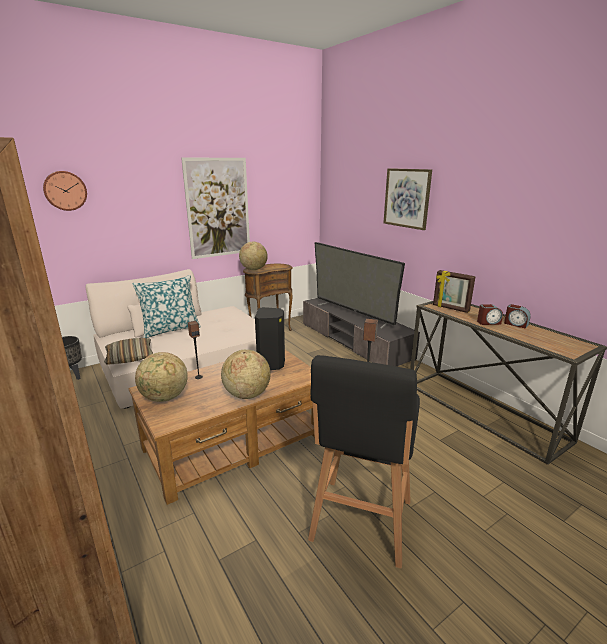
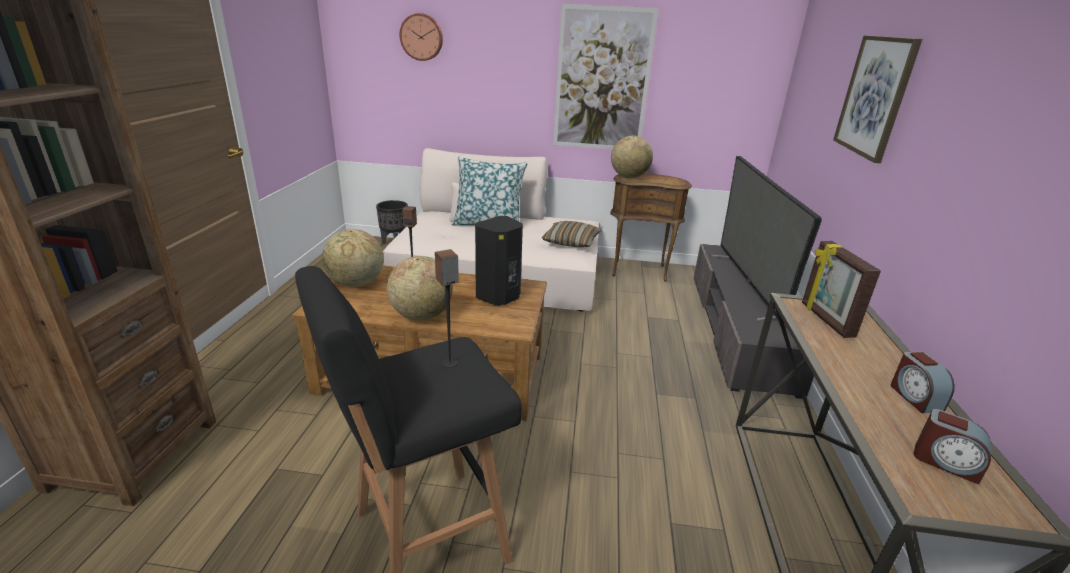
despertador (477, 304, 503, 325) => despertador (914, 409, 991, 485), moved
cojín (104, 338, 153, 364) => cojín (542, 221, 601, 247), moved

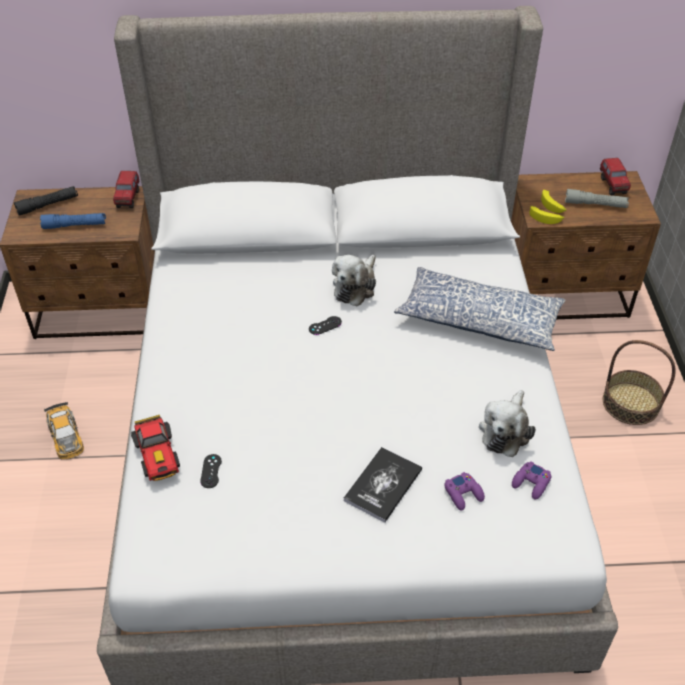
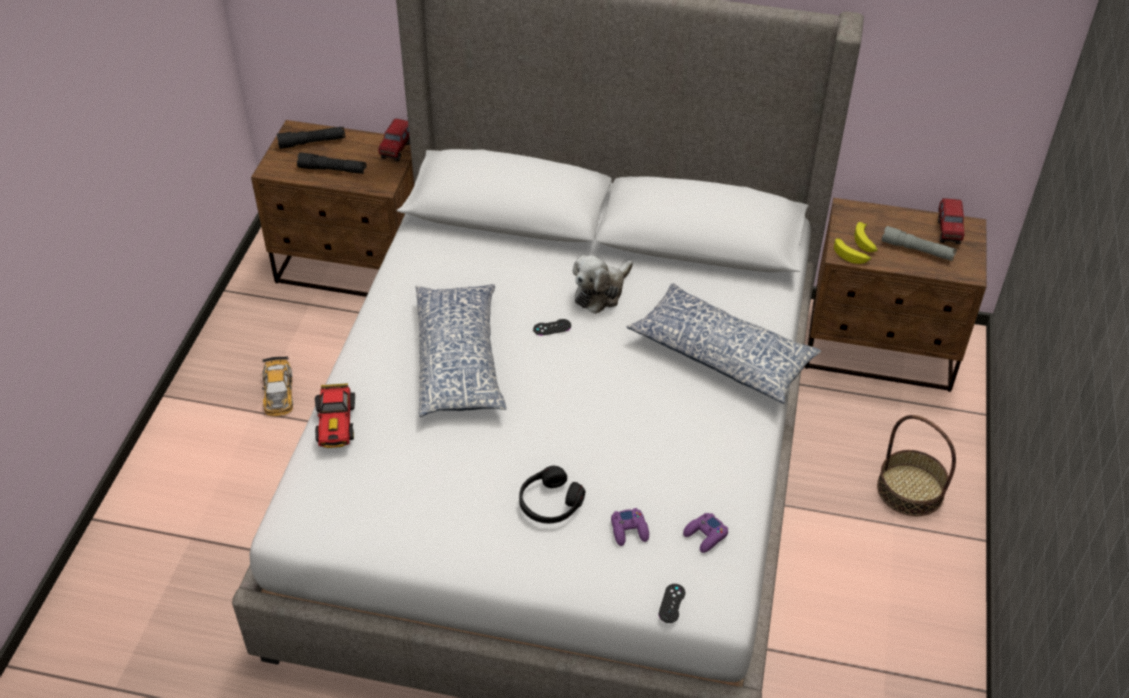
linterna [azul] (40, 213, 106, 229) => linterna [negro] (297, 152, 366, 174)
peluche (479, 390, 536, 457) => nothing
libro (344, 447, 422, 523) => auriculares [negro] (519, 466, 585, 523)
mando de consola [negro] (200, 454, 222, 488) => mando de consola [negro] (659, 584, 685, 623), moved
nothing => cojín (416, 284, 507, 417)

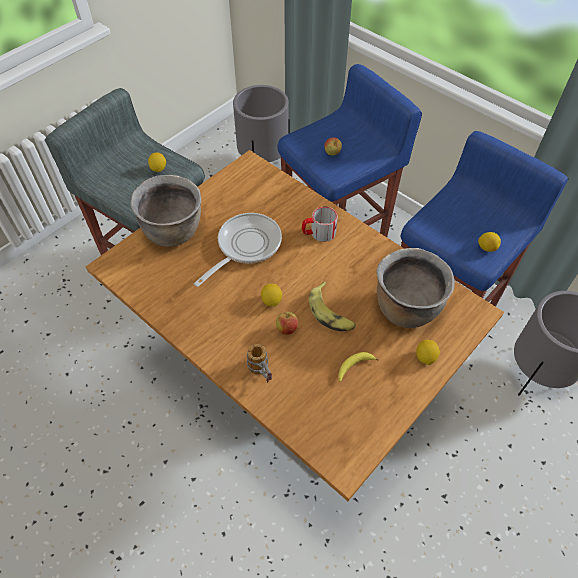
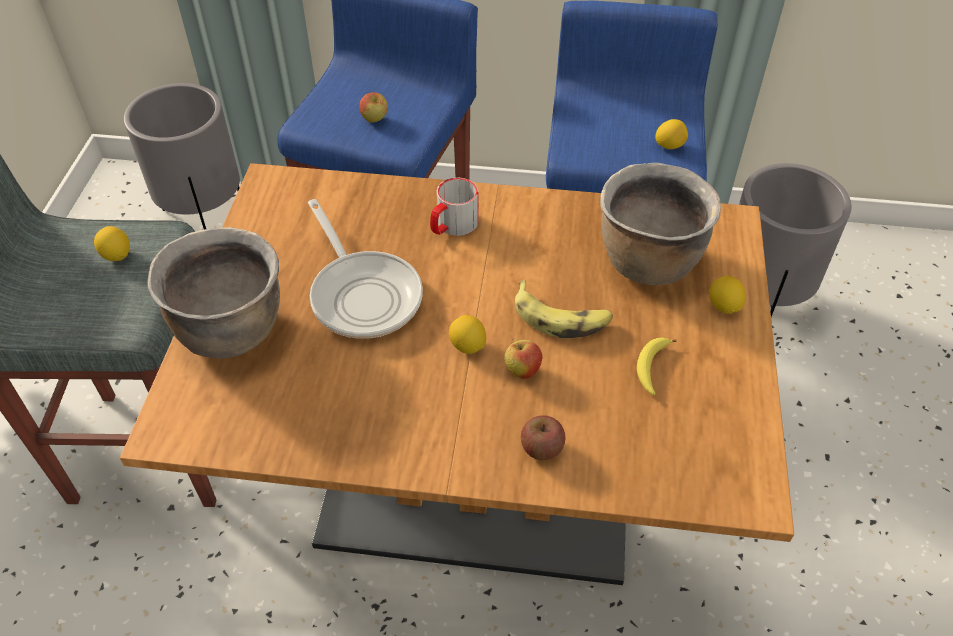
sartén (194, 213, 282, 287) => sartén (308, 199, 423, 339), 150 degrees clockwise
taza grande (247, 344, 272, 383) => manzana (521, 415, 566, 460)

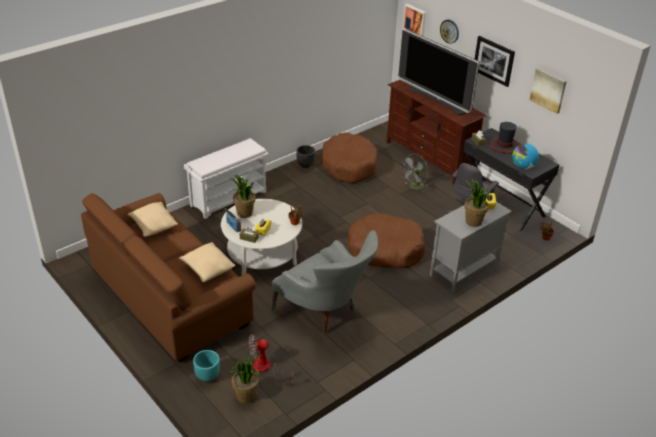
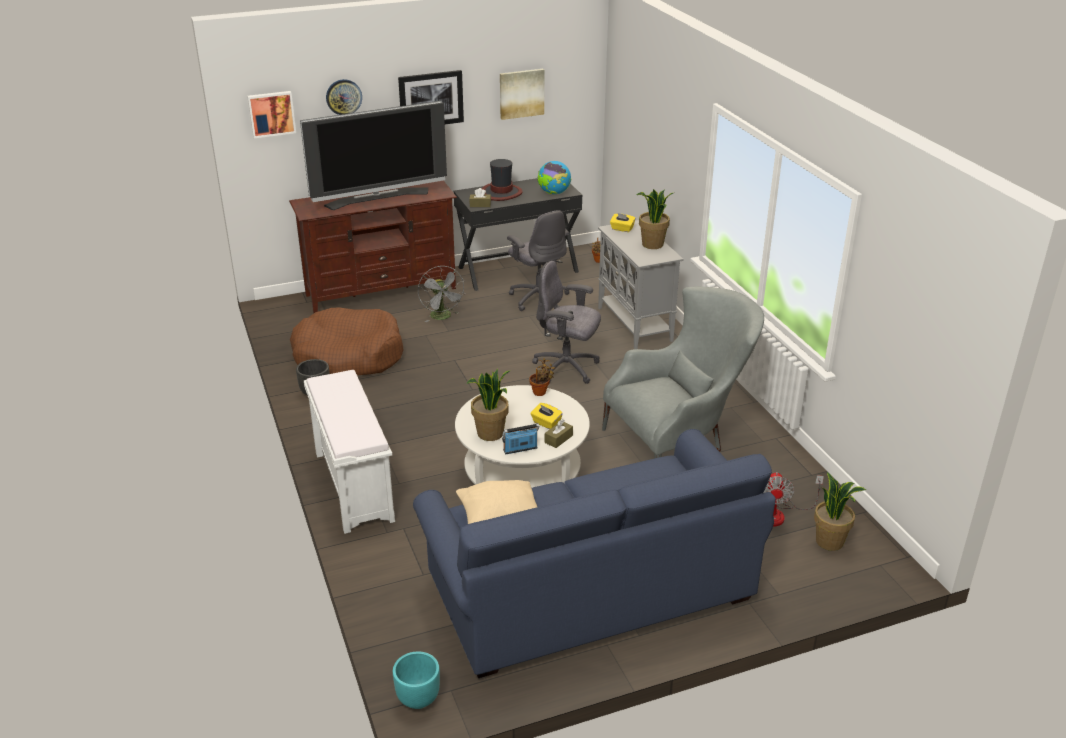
sofá [marrón] (81, 193, 256, 363) => sofá [azul] (413, 429, 776, 678)
cama para perro [marrón] (347, 213, 425, 268) => silla de oficina [gris] (532, 261, 601, 384)
cojín [beis] (179, 242, 235, 282) => nothing
maceta [turquesa] (193, 350, 220, 382) => maceta [turquesa] (393, 651, 440, 709), moved

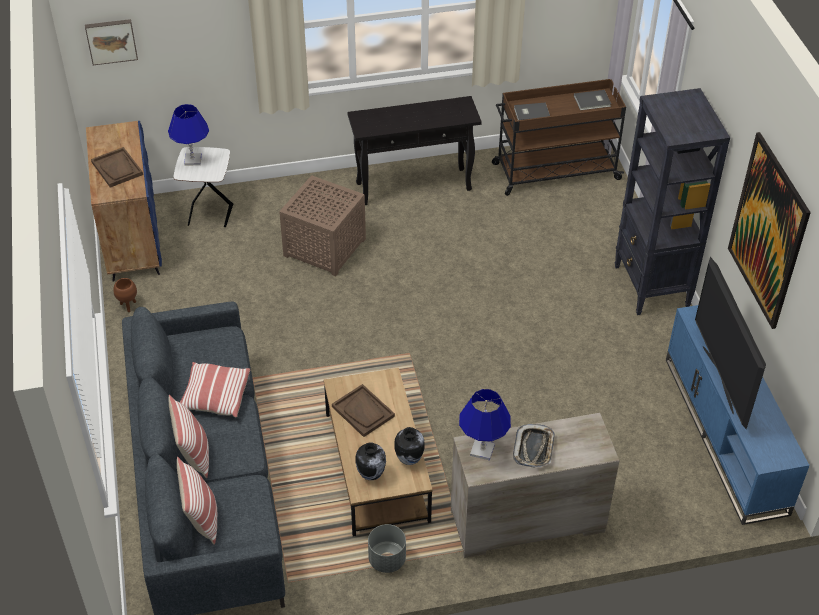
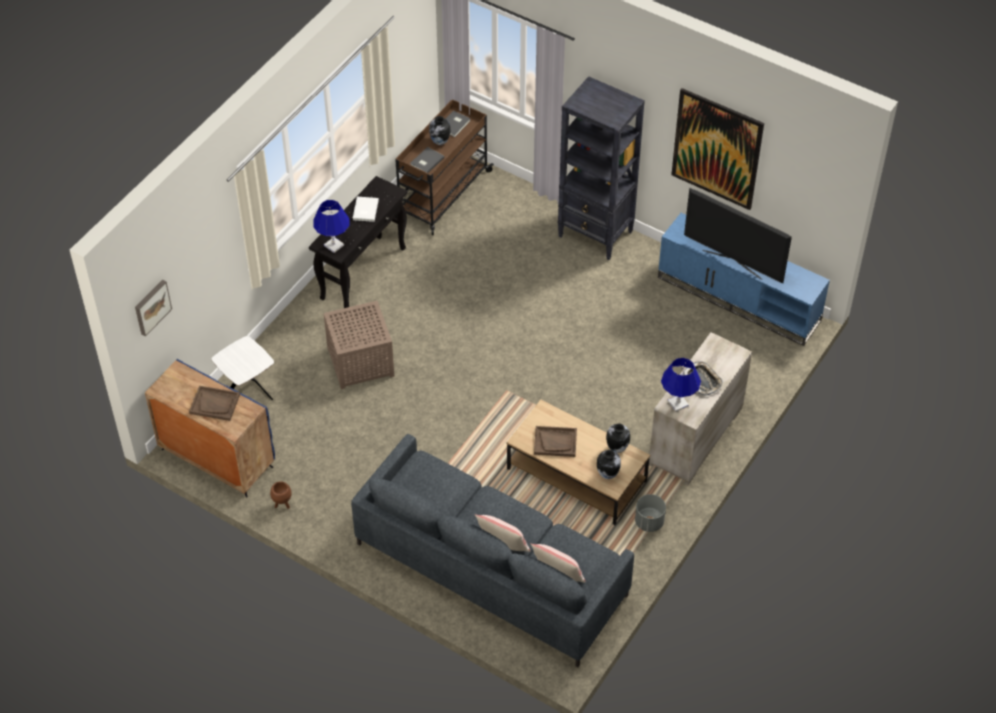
lámpara de mesa [azul] (168, 104, 209, 166) => lámpara de mesa [azul] (313, 200, 350, 253), moved
cojín (180, 362, 250, 417) => nothing
nothing => florero (429, 116, 451, 145)
nothing => libro [blanco] (353, 197, 379, 222)

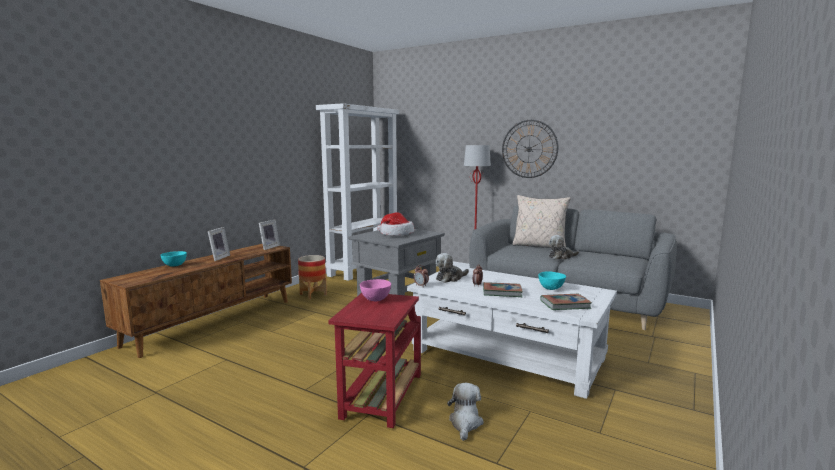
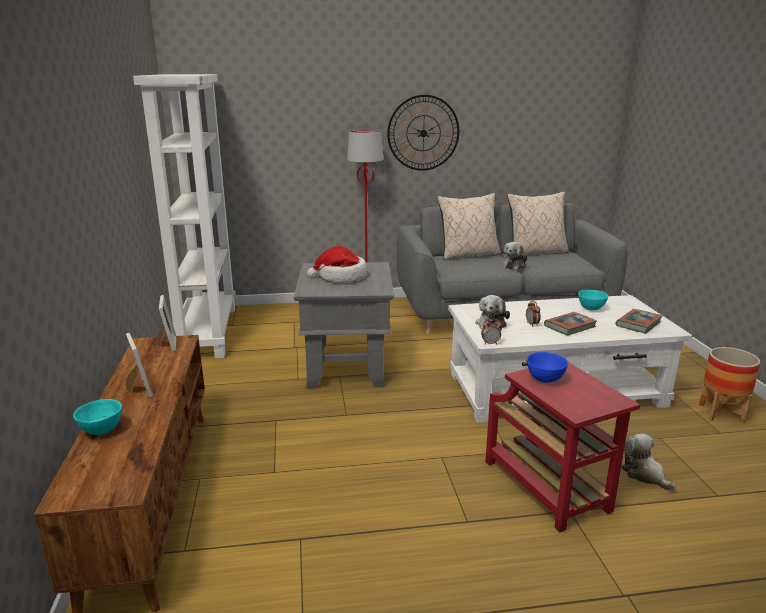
maceta (298, 255, 327, 299) => maceta (699, 347, 760, 423), moved
cuenco [rosa] (360, 279, 391, 301) => cuenco [azul] (527, 352, 568, 383)
nothing => cojín [beis] (508, 192, 569, 255)

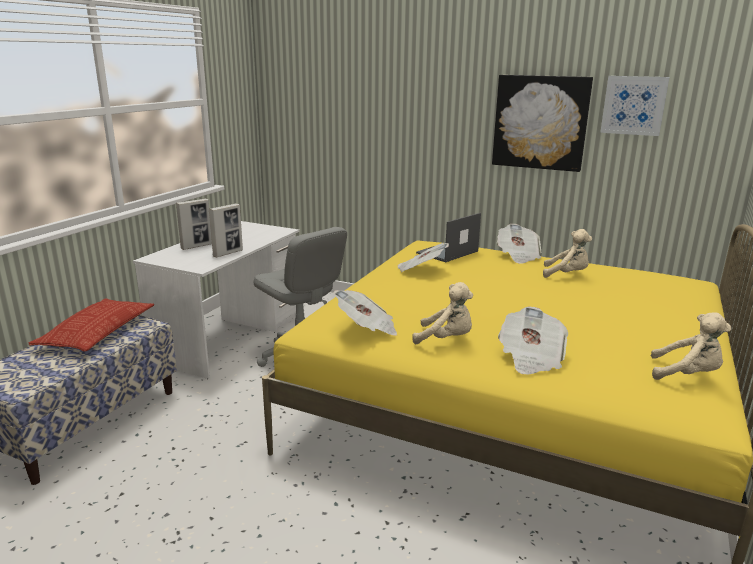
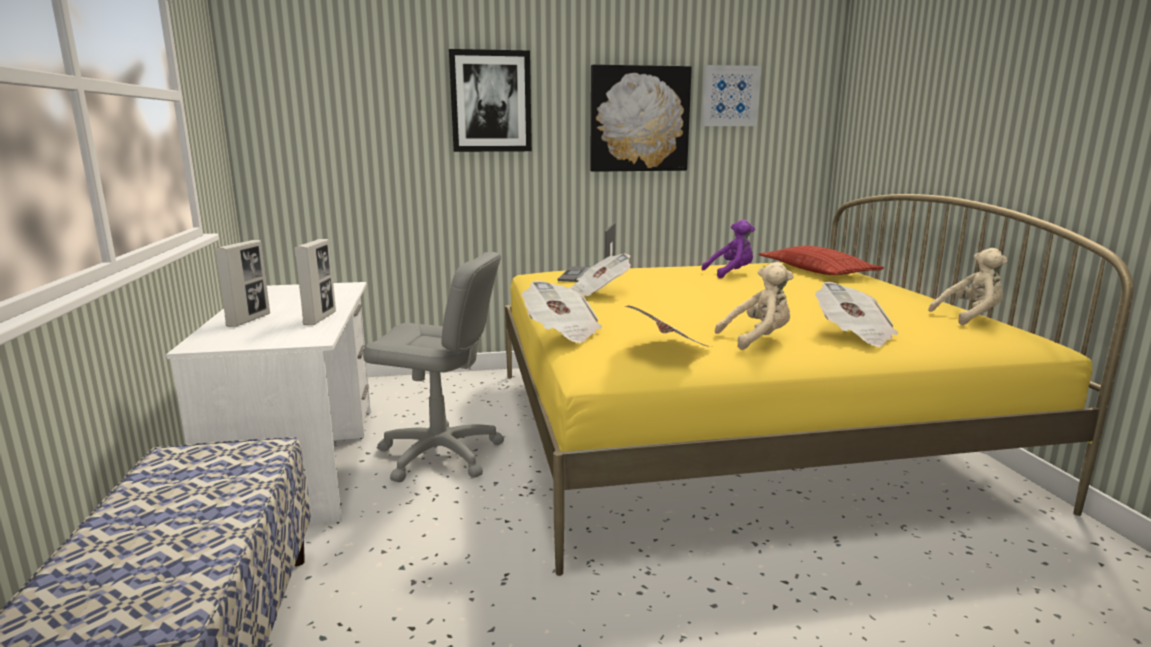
periódico (497, 224, 541, 264) => periódico (522, 281, 602, 343), moved
peluche [beis] (543, 229, 592, 278) => peluche [morado] (702, 220, 755, 279)
cojín (29, 299, 154, 351) => cojín (758, 246, 884, 275), moved
nothing => cuadro (449, 49, 532, 152)

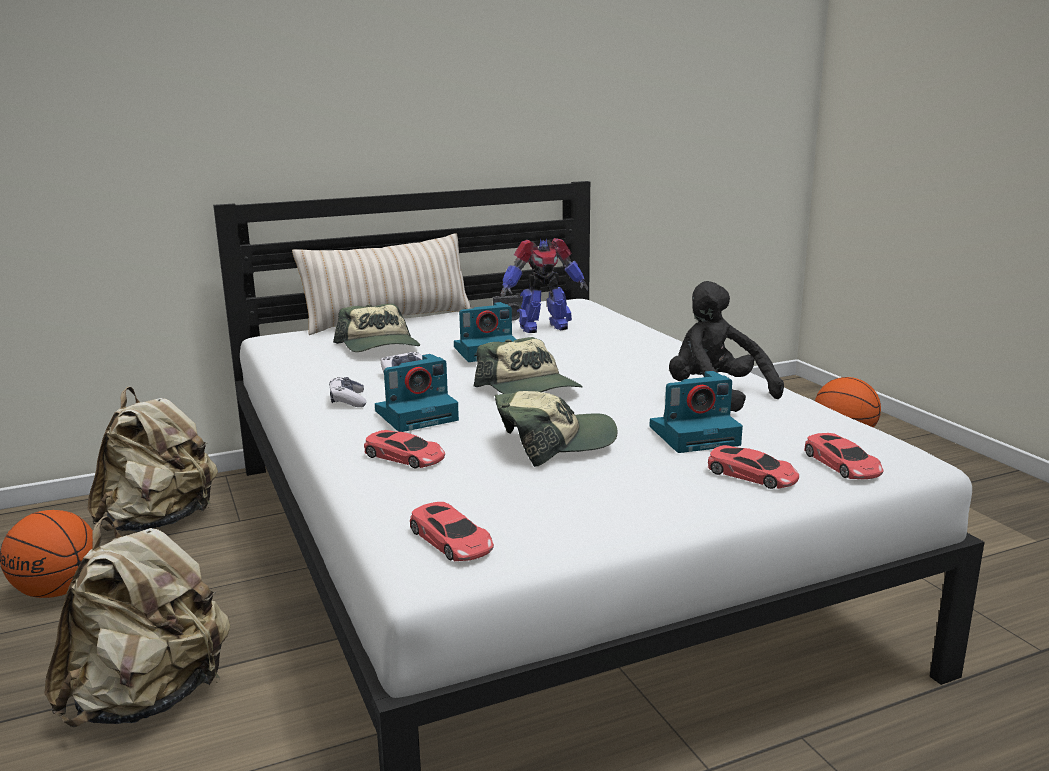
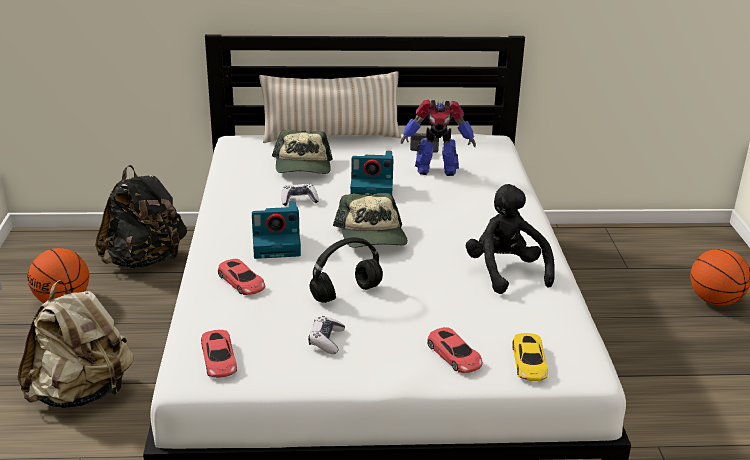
cámara (650, 371, 743, 453) => nothing
mando de consola (329, 377, 366, 407) => mando de consola (308, 316, 345, 354), moved
mochila [beis] (88, 387, 218, 532) => mochila [negro] (95, 165, 187, 269)
gorra (495, 391, 618, 467) => auriculares [negro] (310, 237, 383, 303)
coche de juguete [rojo] (804, 433, 884, 479) => coche de juguete [amarillo] (512, 333, 548, 381)

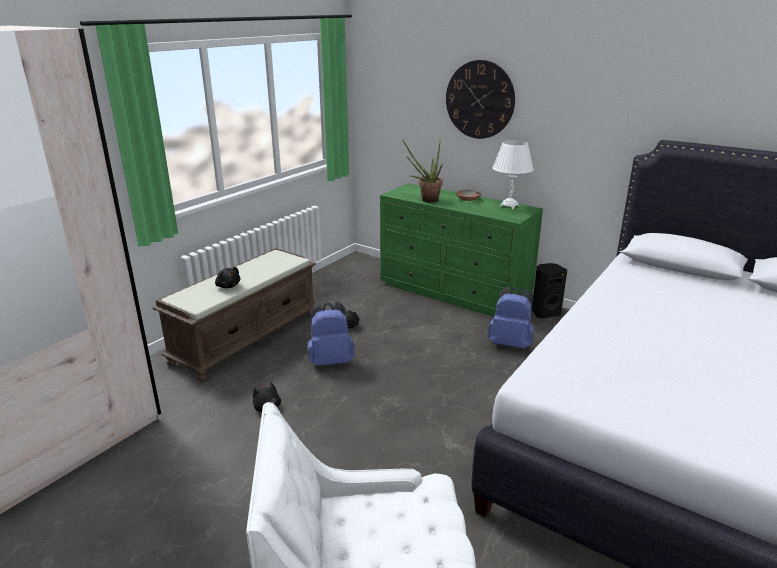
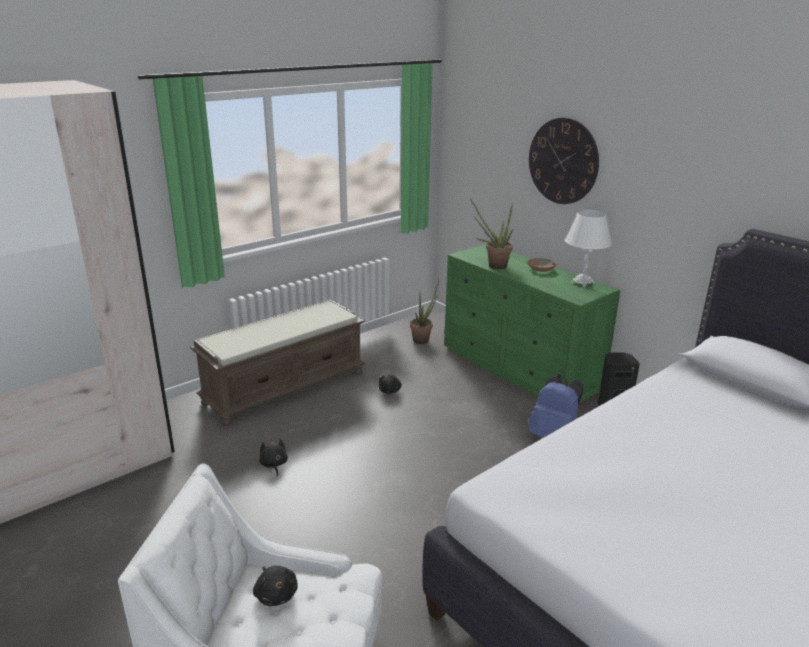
peluche [negro] (215, 267, 240, 288) => peluche [negro] (253, 566, 298, 606), moved
mochila [azul] (307, 302, 354, 366) => nothing
nothing => planta en maceta (410, 279, 439, 344)

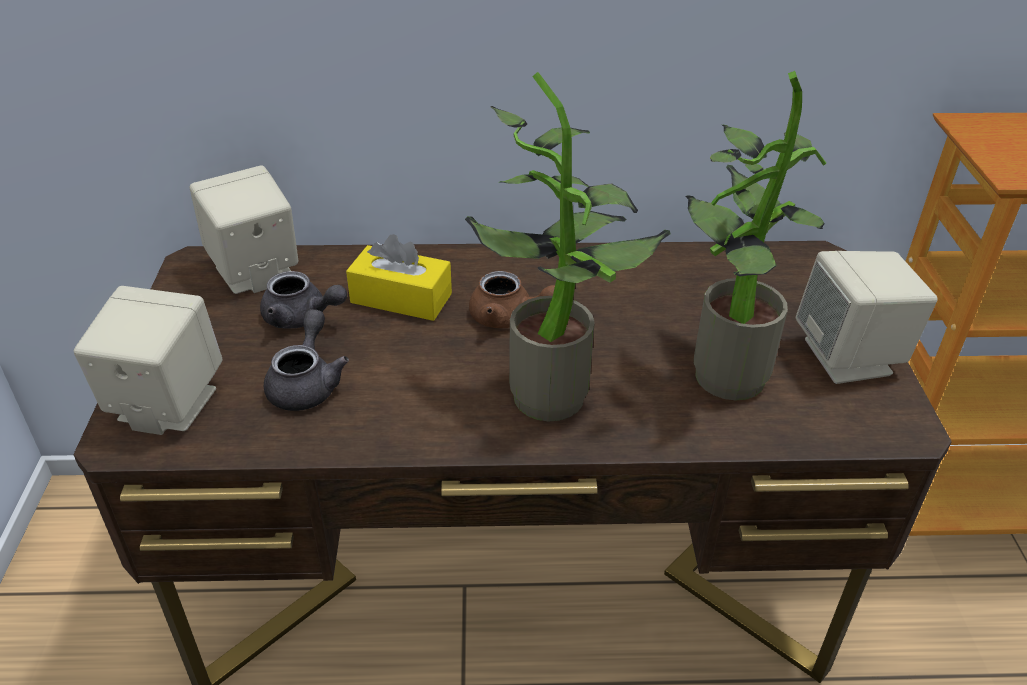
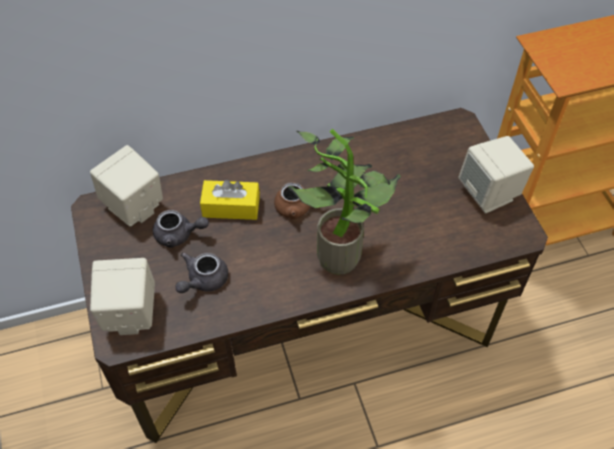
planta en maceta (685, 71, 826, 400) => nothing
tetera [gris] (264, 309, 349, 411) => tetera [gris] (175, 252, 228, 293), 135 degrees counterclockwise

